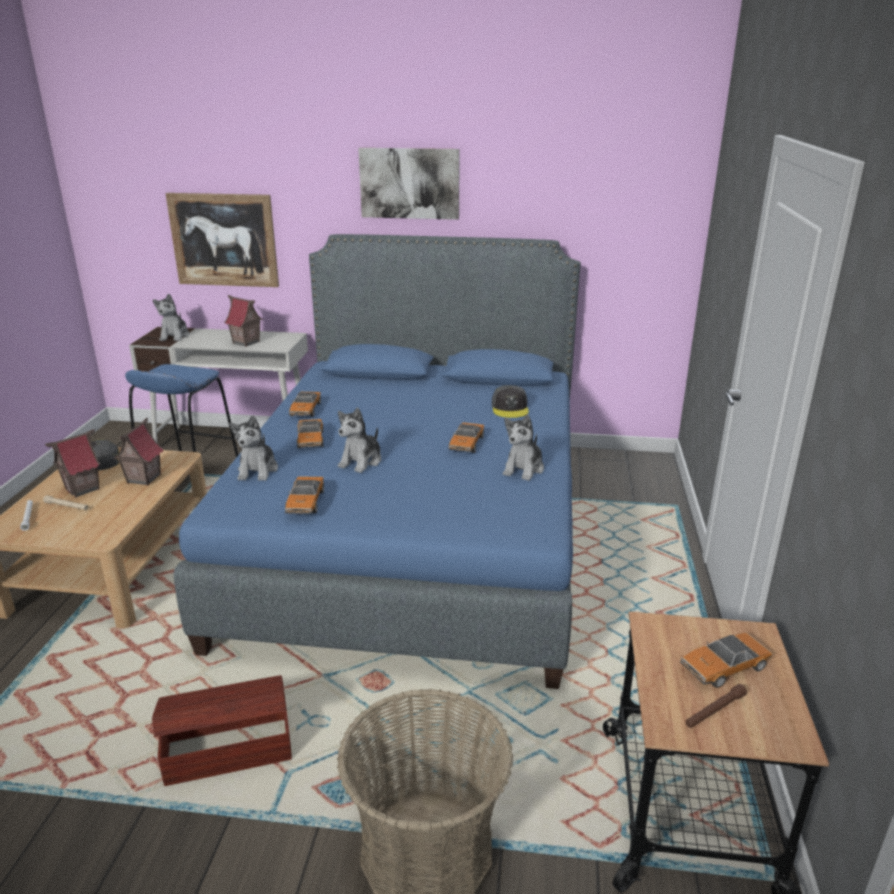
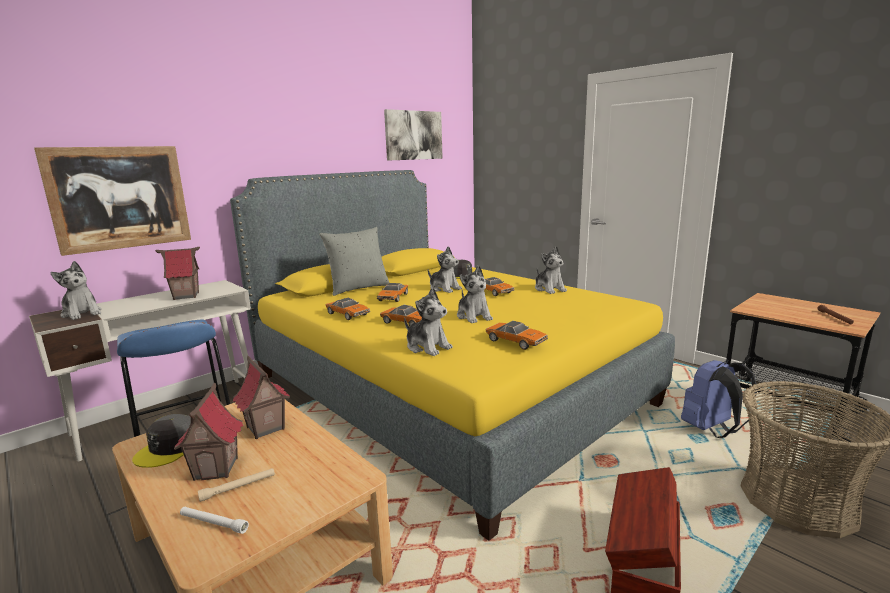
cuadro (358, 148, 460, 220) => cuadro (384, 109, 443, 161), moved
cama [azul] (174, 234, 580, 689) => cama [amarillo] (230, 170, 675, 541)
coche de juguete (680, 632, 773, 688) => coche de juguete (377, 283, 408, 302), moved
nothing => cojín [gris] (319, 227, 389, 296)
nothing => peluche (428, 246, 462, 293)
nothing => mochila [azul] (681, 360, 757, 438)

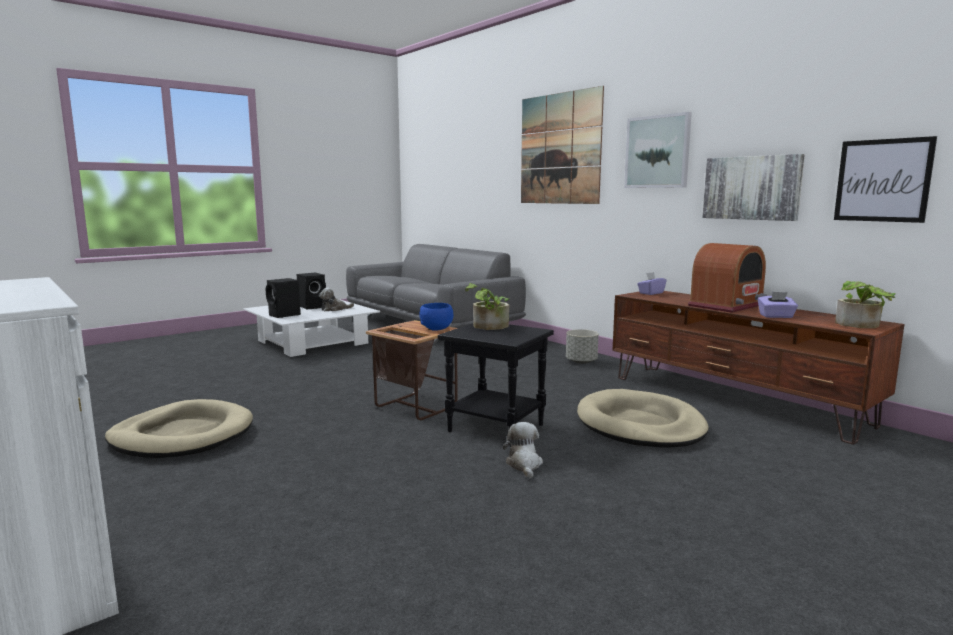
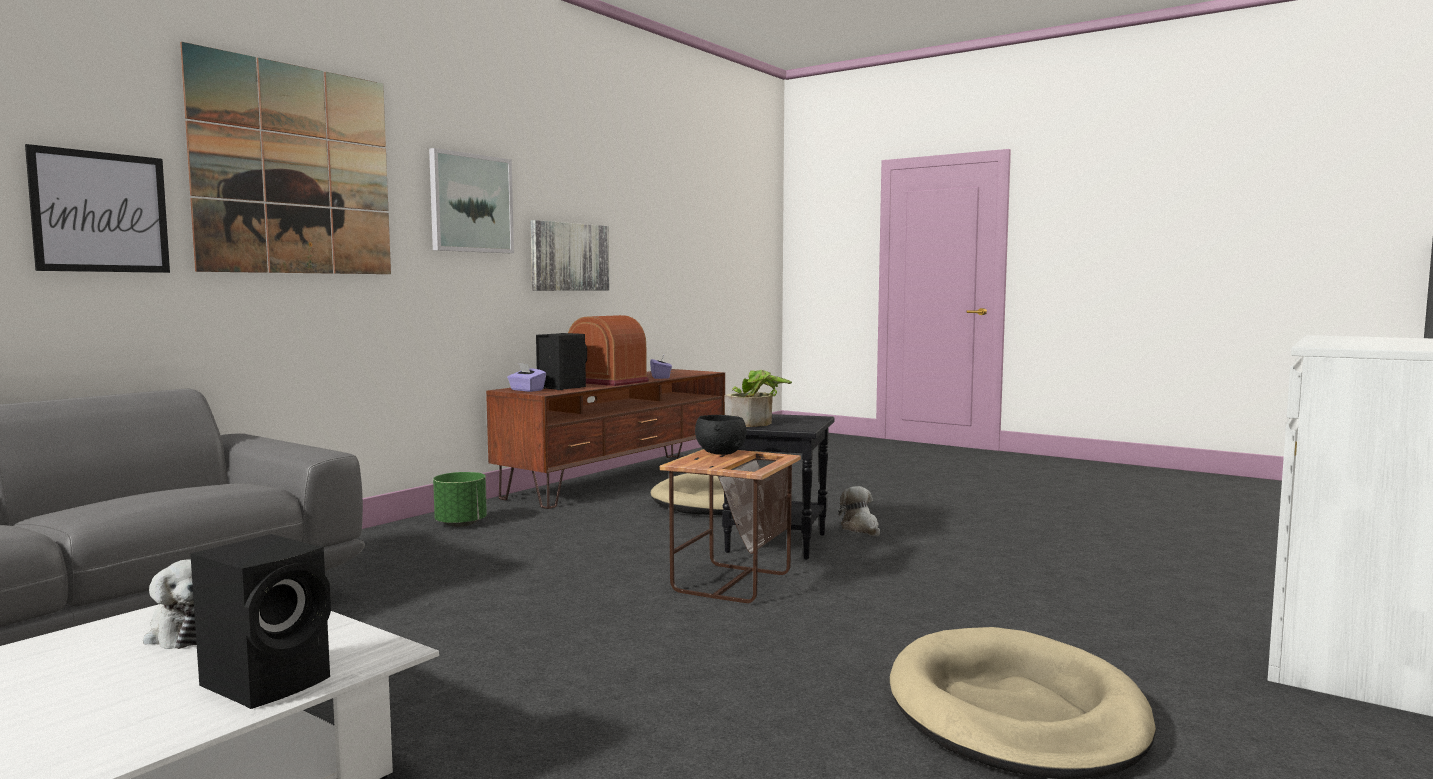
cuadro (834, 136, 937, 223) => cuadro (25, 144, 170, 273), moved
altavoz [negro] (296, 273, 326, 309) => altavoz [negro] (536, 333, 587, 390), moved
planta en maceta (835, 281, 896, 328) => nothing
cuenco [azul] (419, 303, 453, 331) => cuenco [negro] (695, 415, 747, 455)
maceta [gris] (566, 329, 599, 364) => maceta [verde] (433, 472, 487, 527)
peluche (503, 422, 543, 478) => peluche (838, 486, 880, 536), 90 degrees clockwise

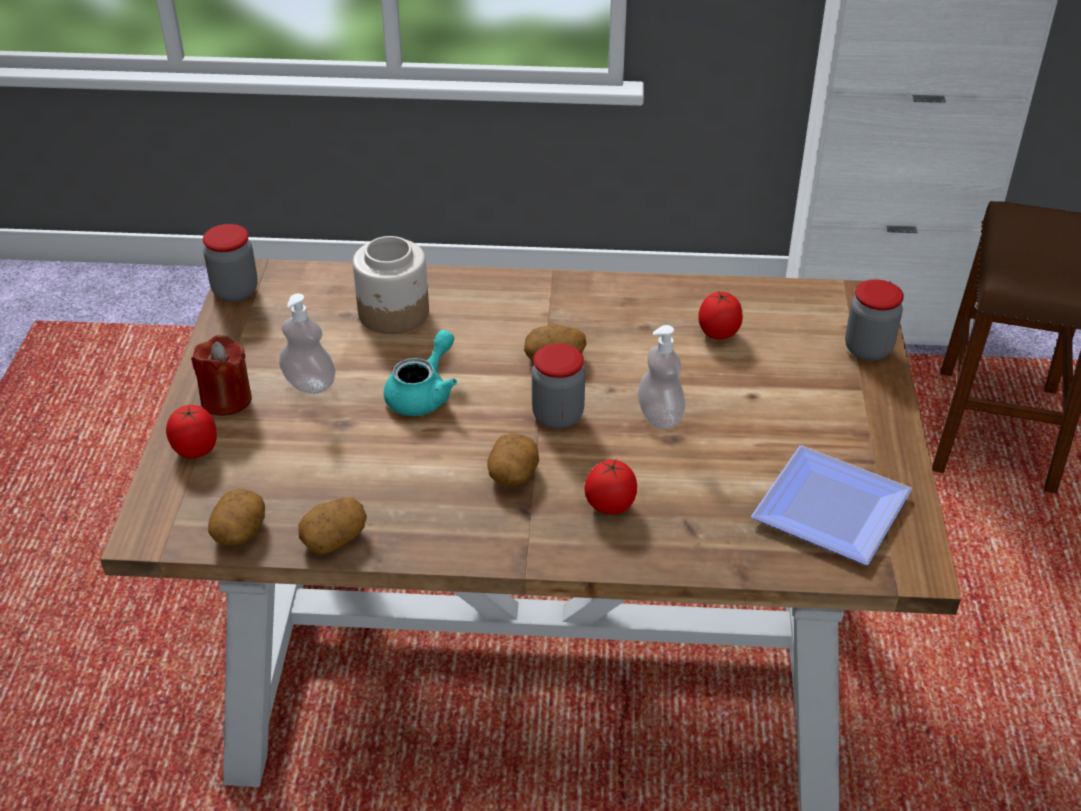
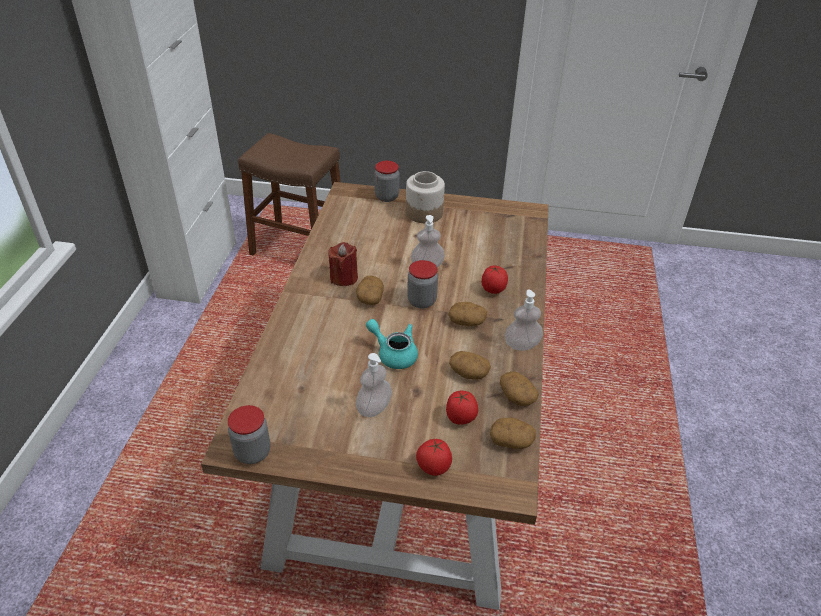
tarro (353, 236, 429, 334) => tarro (406, 171, 445, 223), moved
tomate (698, 291, 743, 339) => tomate (446, 391, 478, 425), moved
vela [rojo] (191, 335, 252, 416) => vela [rojo] (328, 242, 358, 286), moved
plato (751, 445, 912, 565) => nothing
nothing => dispensador de jabón (505, 290, 543, 351)
nothing => patata (449, 351, 491, 380)

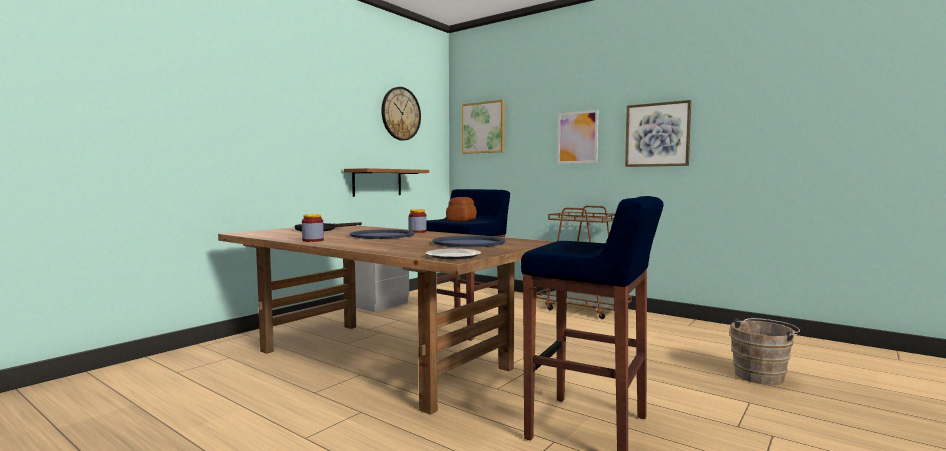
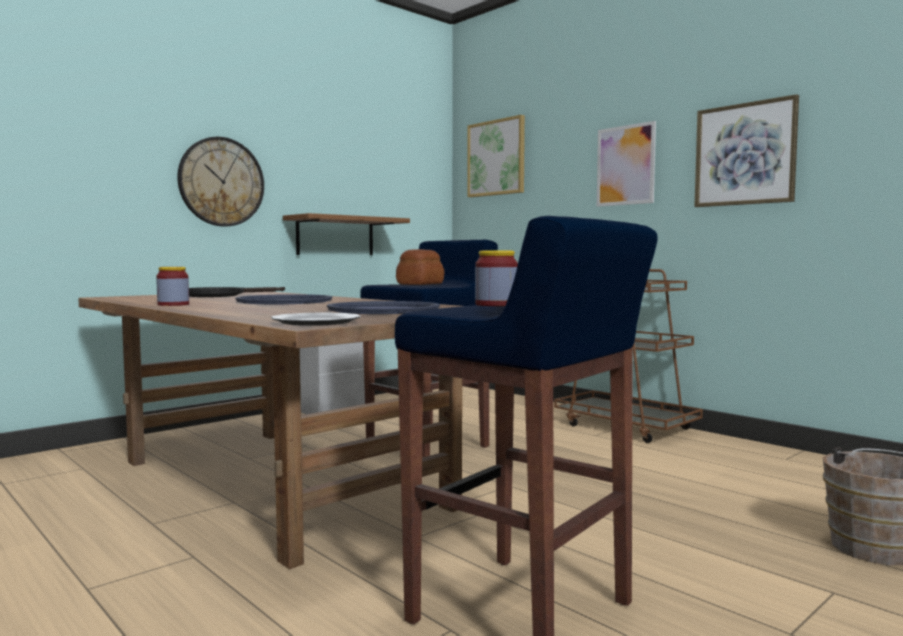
reloj de pared (381, 87, 421, 140) => reloj de pared (177, 137, 264, 227), moved
tarro (409, 209, 427, 233) => tarro (475, 251, 518, 306), moved

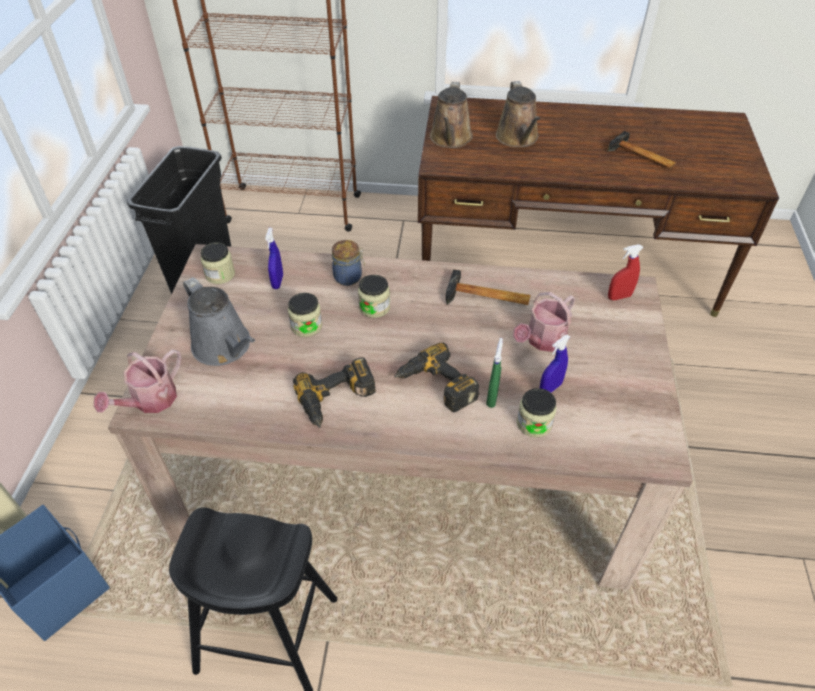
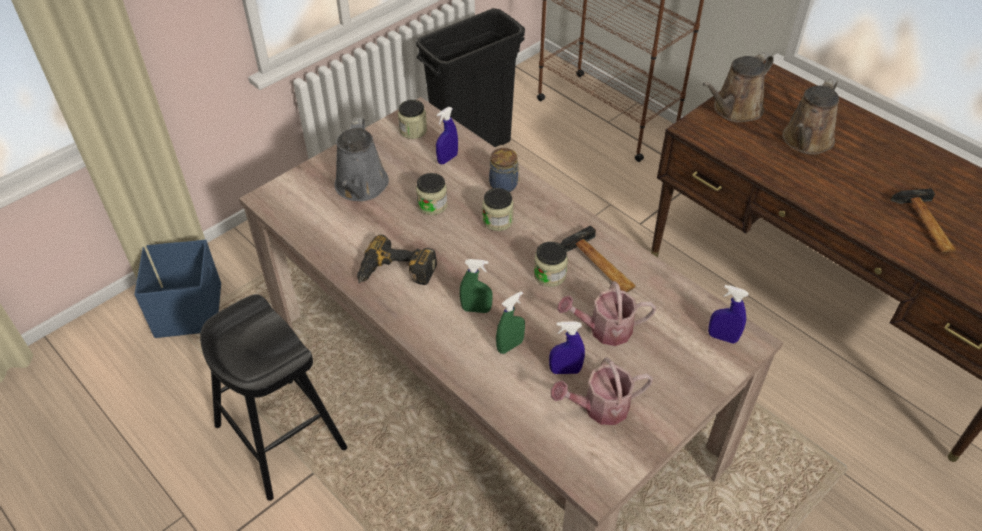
pulverizador [rojo] (608, 244, 644, 300) => pulverizador [azul] (708, 285, 749, 344)
taladro (394, 343, 480, 412) => pulverizador [verde] (460, 259, 493, 313)
regadera (94, 349, 182, 413) => regadera (551, 357, 653, 425), moved
tarro (517, 388, 556, 438) => tarro (534, 242, 568, 287), moved

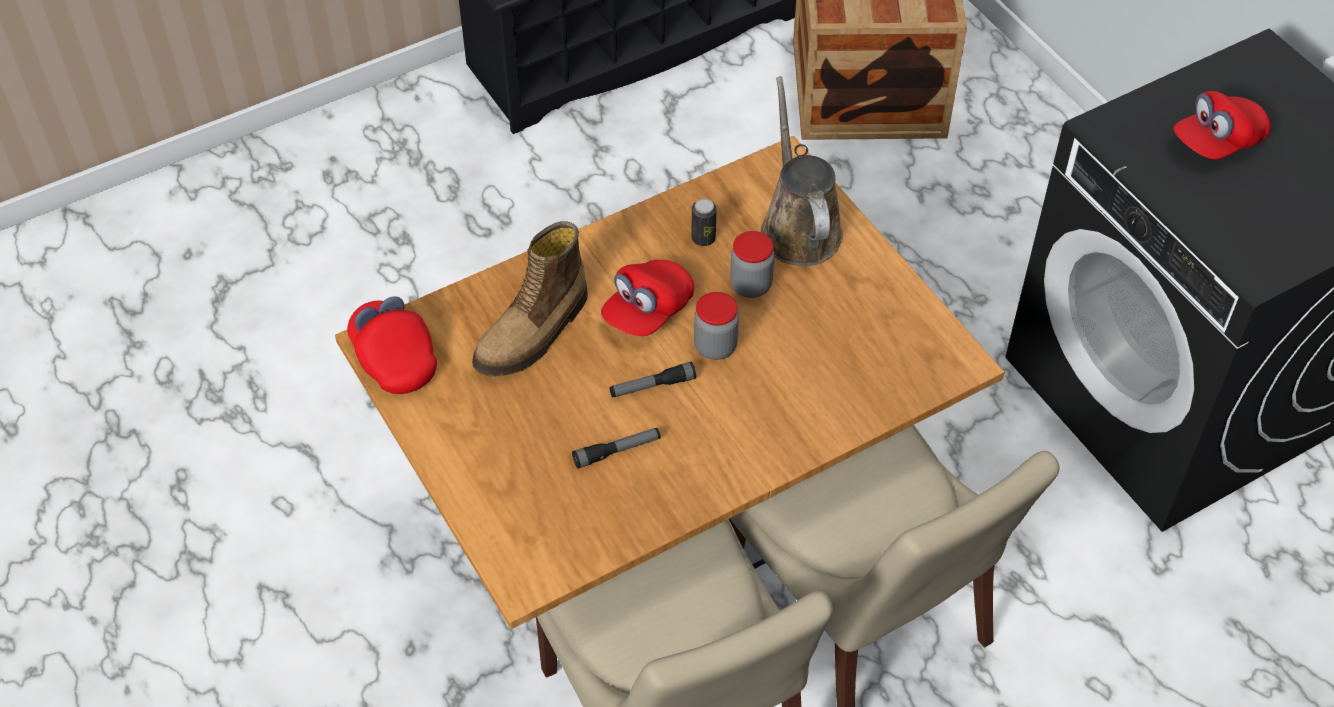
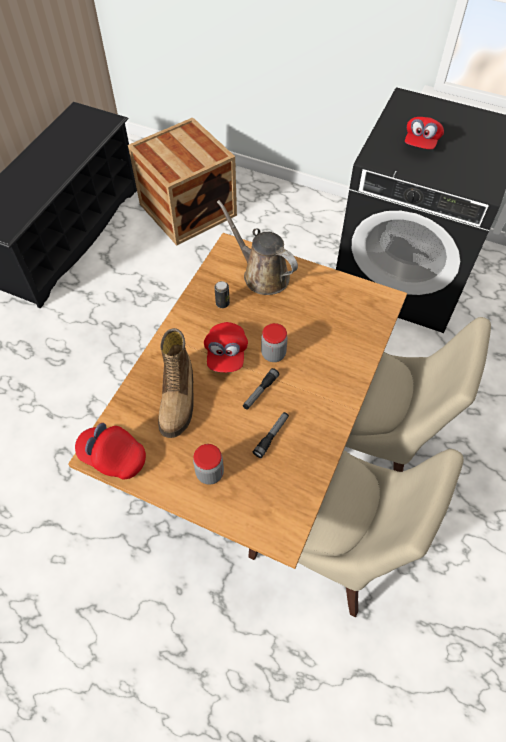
tarro (730, 231, 775, 298) => tarro (193, 444, 224, 485), moved

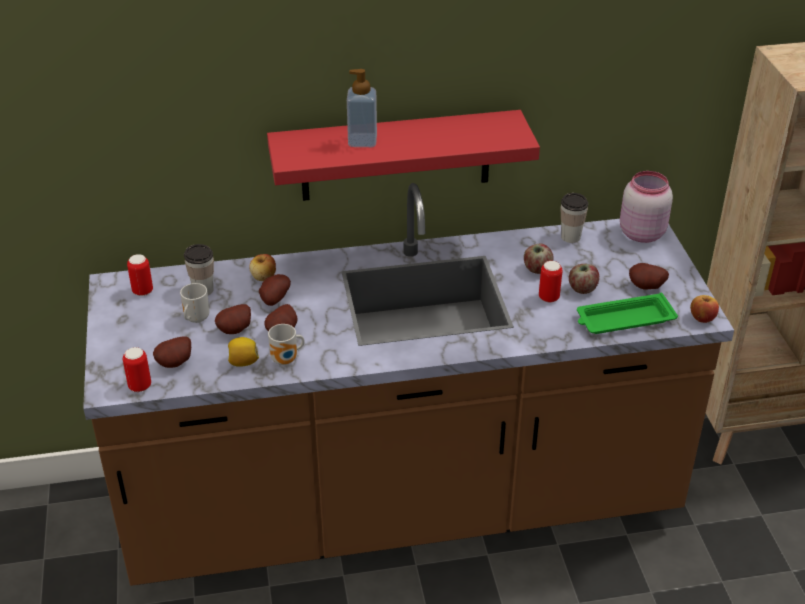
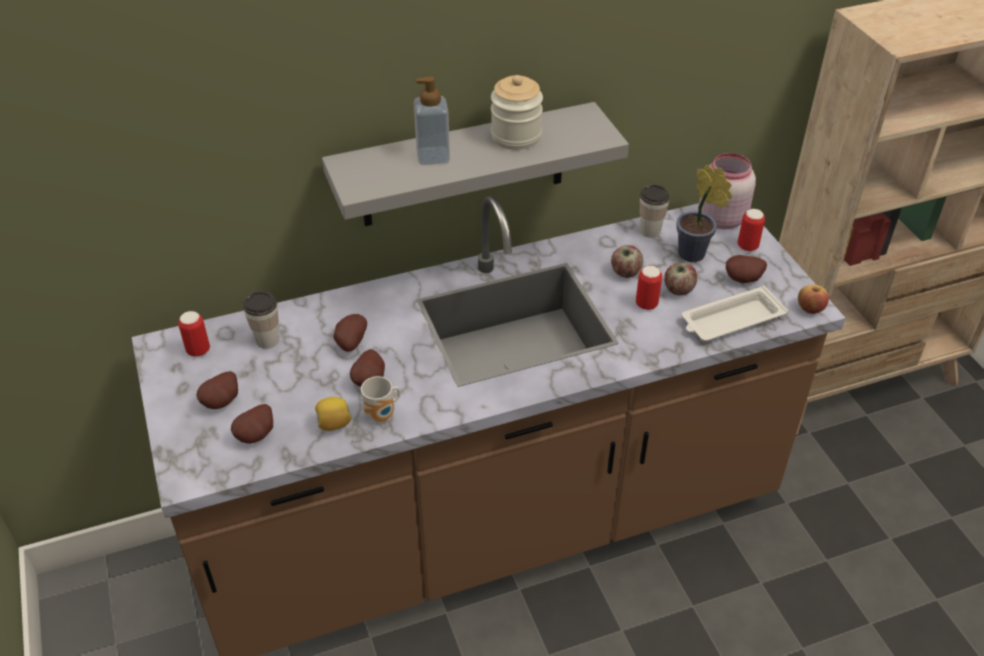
estante [rojo] (267, 110, 540, 201) => estante [gris] (322, 102, 629, 226)
manzana (249, 254, 276, 281) => nothing
taza grande (180, 283, 209, 323) => nothing
bandeja [verde] (577, 293, 678, 334) => bandeja [blanco] (682, 286, 788, 341)
patata (215, 304, 251, 334) => patata (196, 371, 238, 409), moved
lata (123, 347, 151, 392) => lata (738, 209, 765, 251), moved
nothing => tarro (491, 75, 543, 150)
nothing => planta en maceta (676, 164, 732, 262)

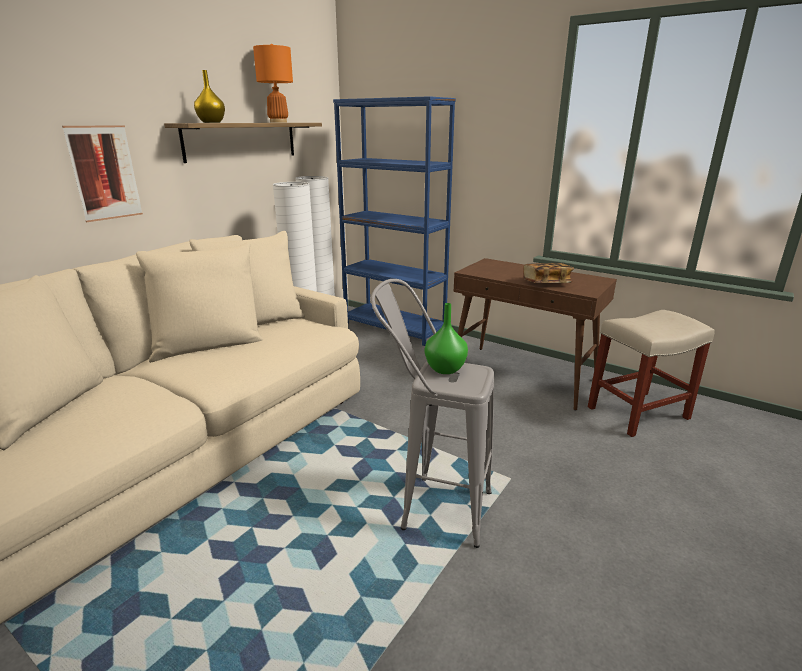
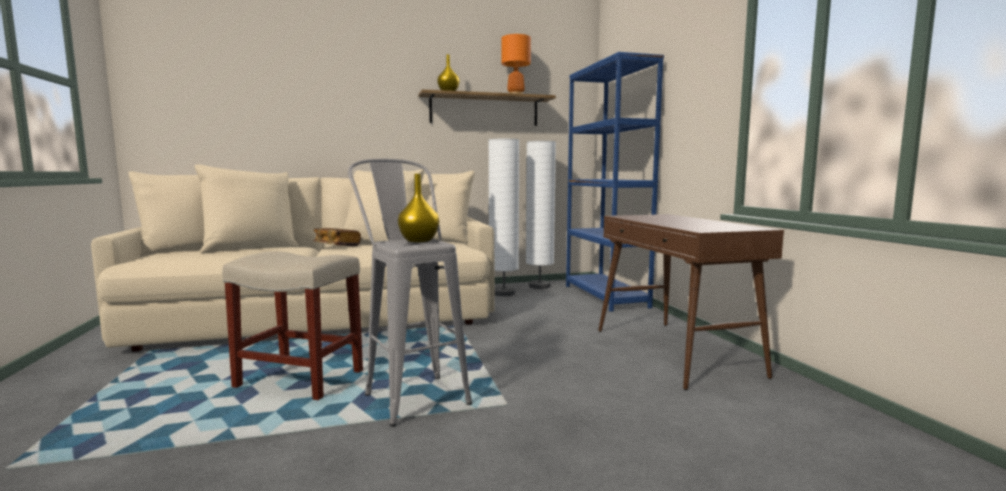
cuadro (62, 125, 143, 222) => nothing
libro (523, 263, 574, 283) => libro (313, 228, 361, 246), moved
florero [verde] (425, 303, 468, 374) => florero [amarillo] (398, 174, 439, 242)
taburete [beis] (588, 310, 714, 437) => taburete [beis] (222, 252, 363, 400), moved

